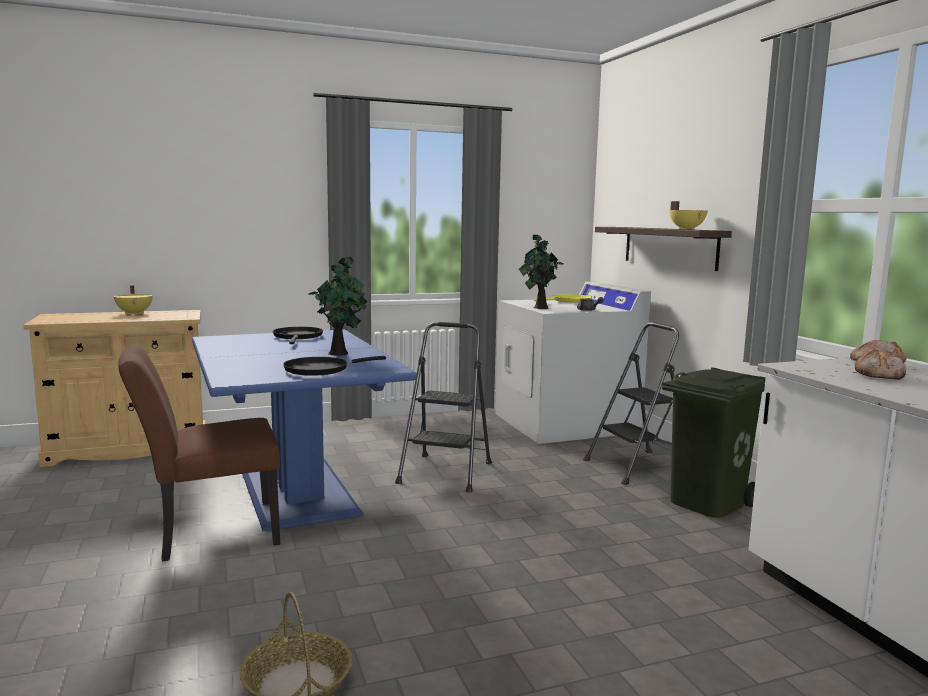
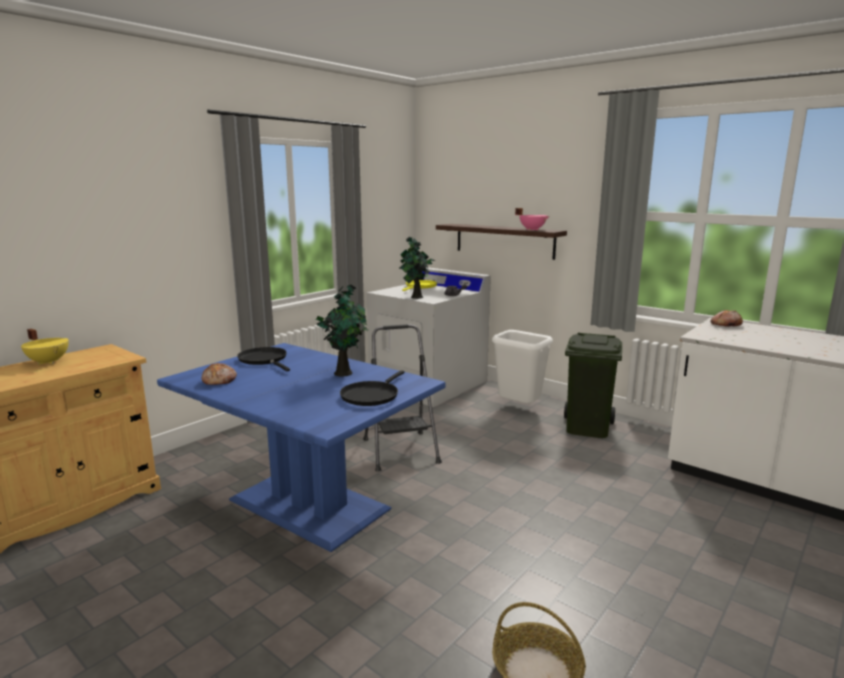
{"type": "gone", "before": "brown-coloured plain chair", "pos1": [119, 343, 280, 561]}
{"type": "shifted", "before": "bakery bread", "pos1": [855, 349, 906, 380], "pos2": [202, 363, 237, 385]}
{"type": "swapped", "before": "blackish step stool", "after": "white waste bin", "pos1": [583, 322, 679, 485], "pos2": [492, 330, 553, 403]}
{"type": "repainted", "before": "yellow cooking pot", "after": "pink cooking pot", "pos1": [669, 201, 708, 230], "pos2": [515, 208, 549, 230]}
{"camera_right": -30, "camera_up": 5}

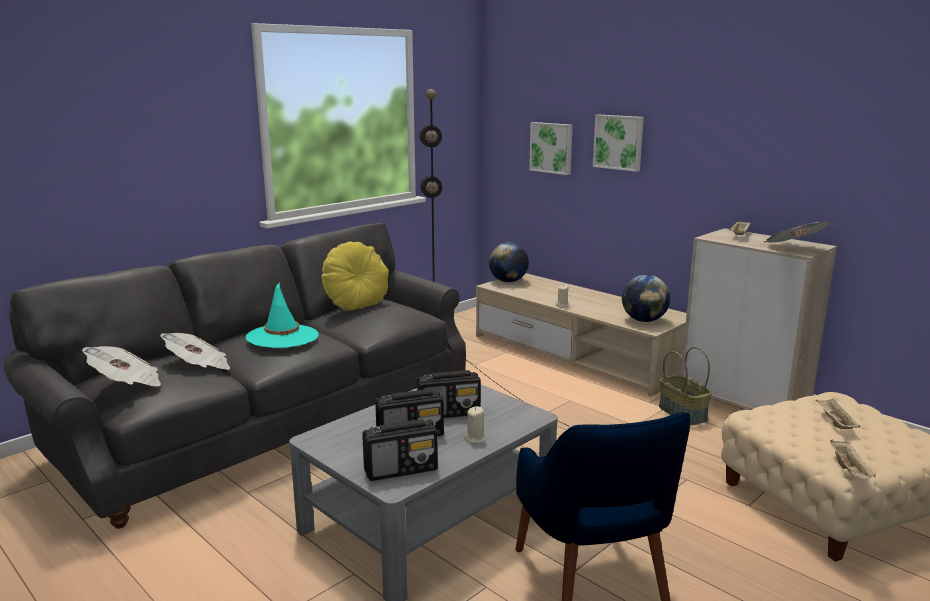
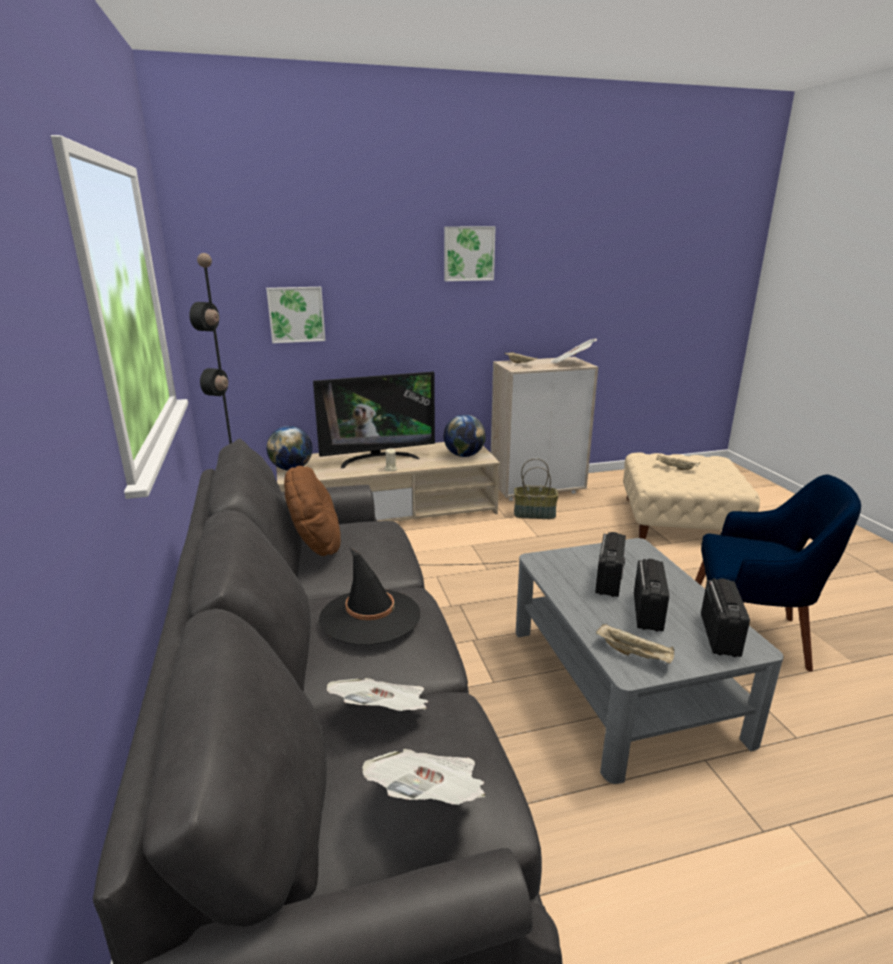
{"type": "gone", "before": "beige wax candle", "pos1": [464, 406, 486, 444]}
{"type": "new", "after": "television", "pos2": [313, 372, 435, 468]}
{"type": "shifted", "before": "picture", "pos1": [593, 115, 644, 172], "pos2": [444, 226, 496, 281]}
{"type": "shifted", "before": "beige serving tray", "pos1": [830, 439, 876, 479], "pos2": [596, 624, 675, 663]}
{"type": "repainted", "before": "turquoise-coloured wearable hat", "after": "blackish wearable hat", "pos1": [246, 282, 319, 348], "pos2": [319, 547, 420, 645]}
{"type": "repainted", "before": "yellow cushion", "after": "brown-coloured cushion", "pos1": [321, 242, 389, 311], "pos2": [284, 466, 341, 556]}
{"camera_right": -60, "camera_up": 5}

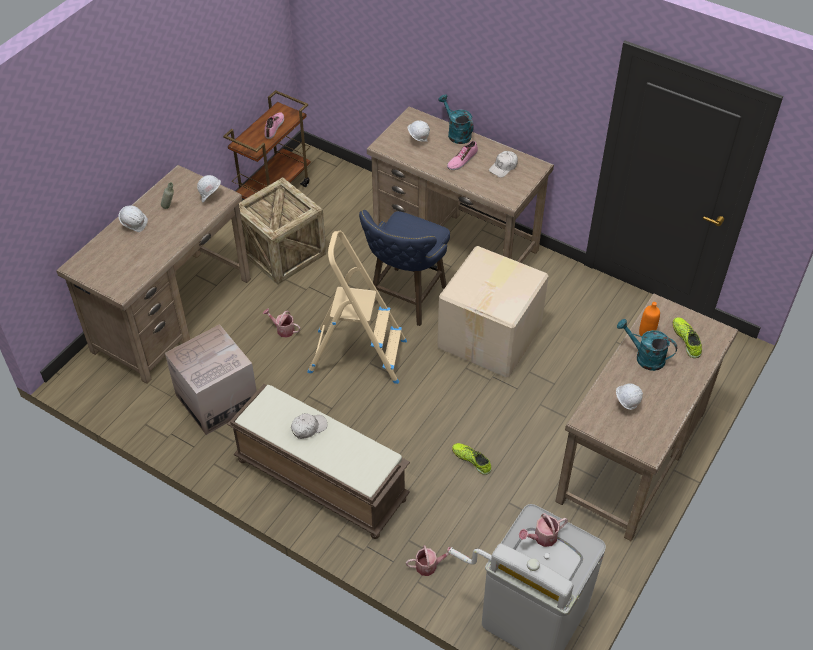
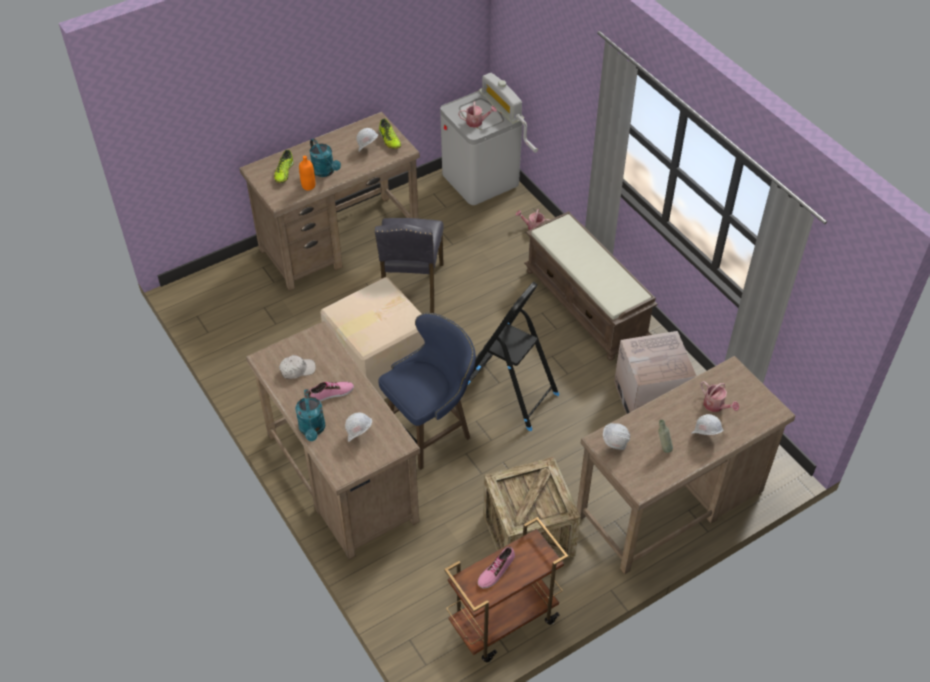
{"type": "gone", "before": "white cap", "pos1": [291, 413, 327, 439]}
{"type": "new", "after": "greyish plain chair", "pos2": [375, 218, 444, 313]}
{"type": "shifted", "before": "sprinkling can", "pos1": [263, 308, 300, 338], "pos2": [701, 381, 739, 412]}
{"type": "shifted", "before": "shoe", "pos1": [452, 443, 492, 475], "pos2": [379, 118, 401, 149]}
{"type": "repainted", "before": "beige step stool", "after": "blackish step stool", "pos1": [307, 231, 407, 384], "pos2": [468, 282, 559, 431]}
{"camera_right": -155, "camera_up": 0}

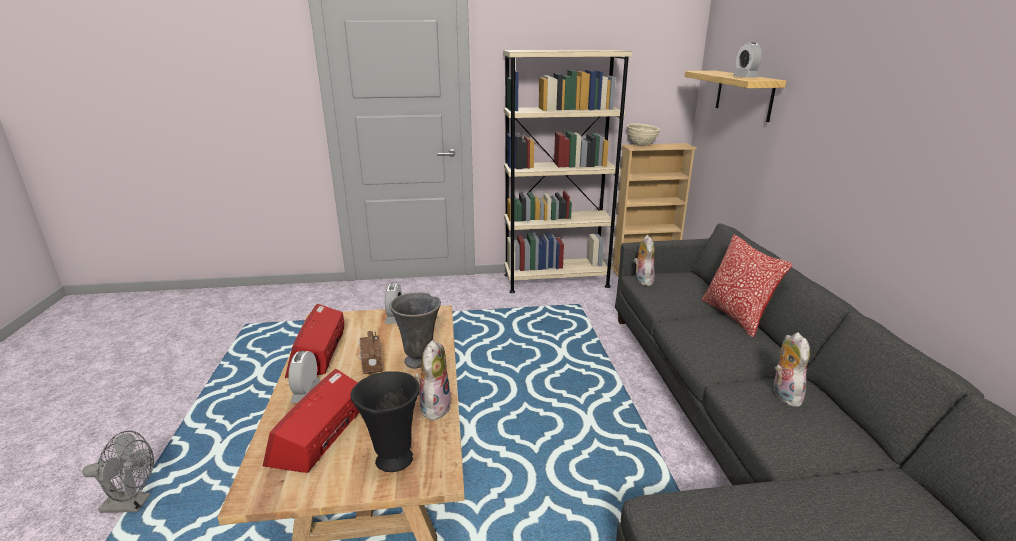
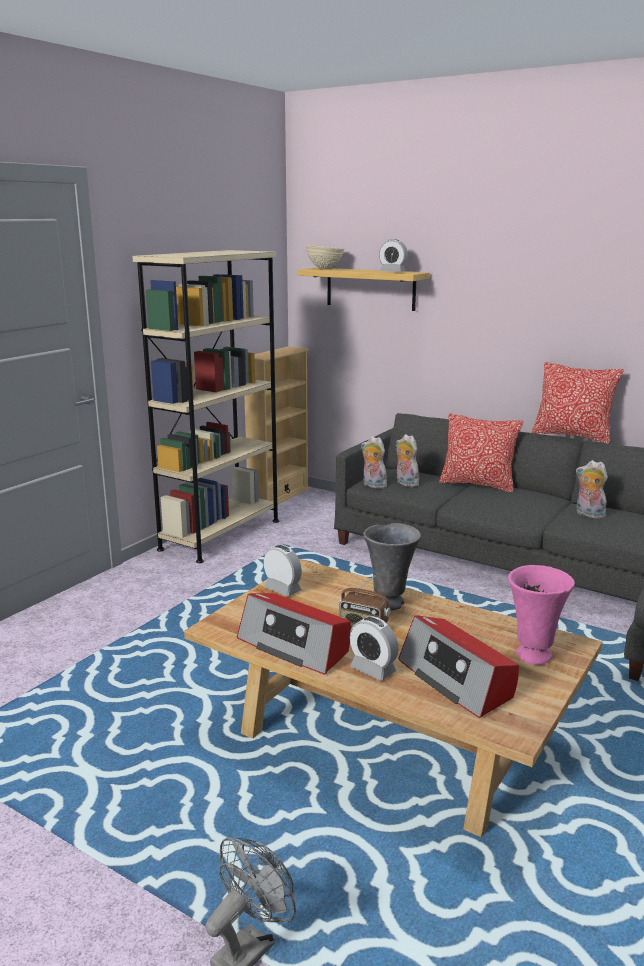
{"type": "new", "after": "cushion", "pos2": [532, 362, 624, 444]}
{"type": "shifted", "before": "plush toy", "pos1": [415, 340, 451, 420], "pos2": [395, 434, 420, 487]}
{"type": "shifted", "before": "beige bowl", "pos1": [627, 123, 660, 146], "pos2": [306, 245, 344, 269]}
{"type": "repainted", "before": "blackish flower vase", "after": "pink flower vase", "pos1": [351, 371, 420, 472], "pos2": [508, 565, 575, 665]}
{"camera_right": -50, "camera_up": -5}

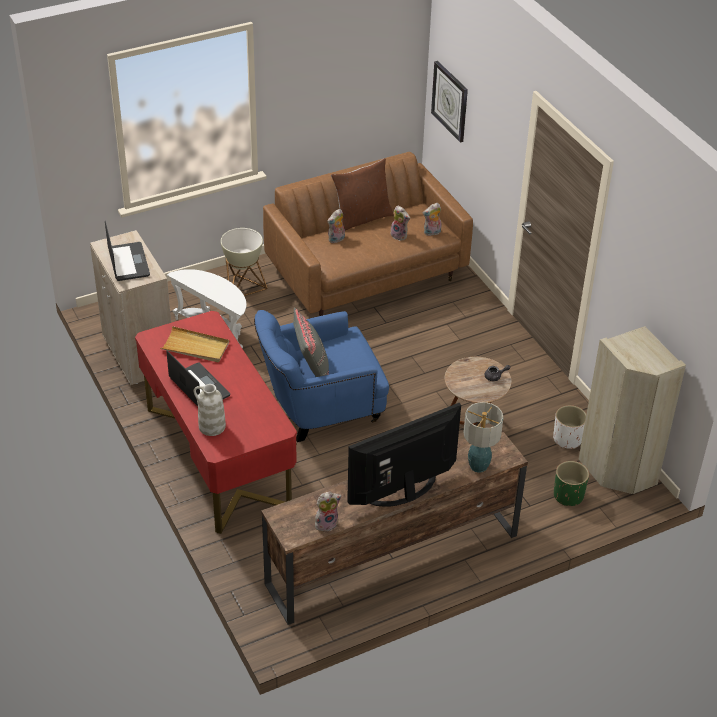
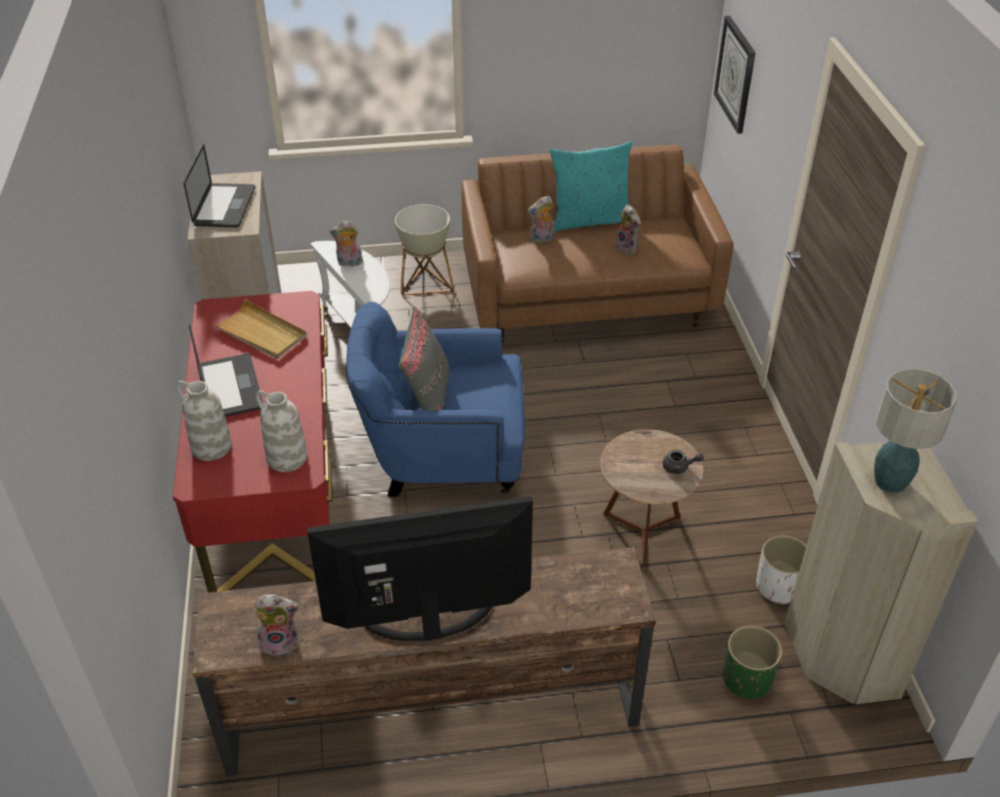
{"type": "new", "after": "white flower vase", "pos2": [256, 390, 307, 472]}
{"type": "shifted", "before": "plush toy", "pos1": [423, 203, 442, 236], "pos2": [329, 220, 363, 266]}
{"type": "shifted", "before": "tabletop lamp", "pos1": [463, 402, 503, 473], "pos2": [874, 368, 957, 493]}
{"type": "repainted", "before": "brown-coloured cushion", "after": "turquoise-coloured cushion", "pos1": [331, 158, 394, 230], "pos2": [549, 141, 632, 232]}
{"camera_right": 20, "camera_up": 0}

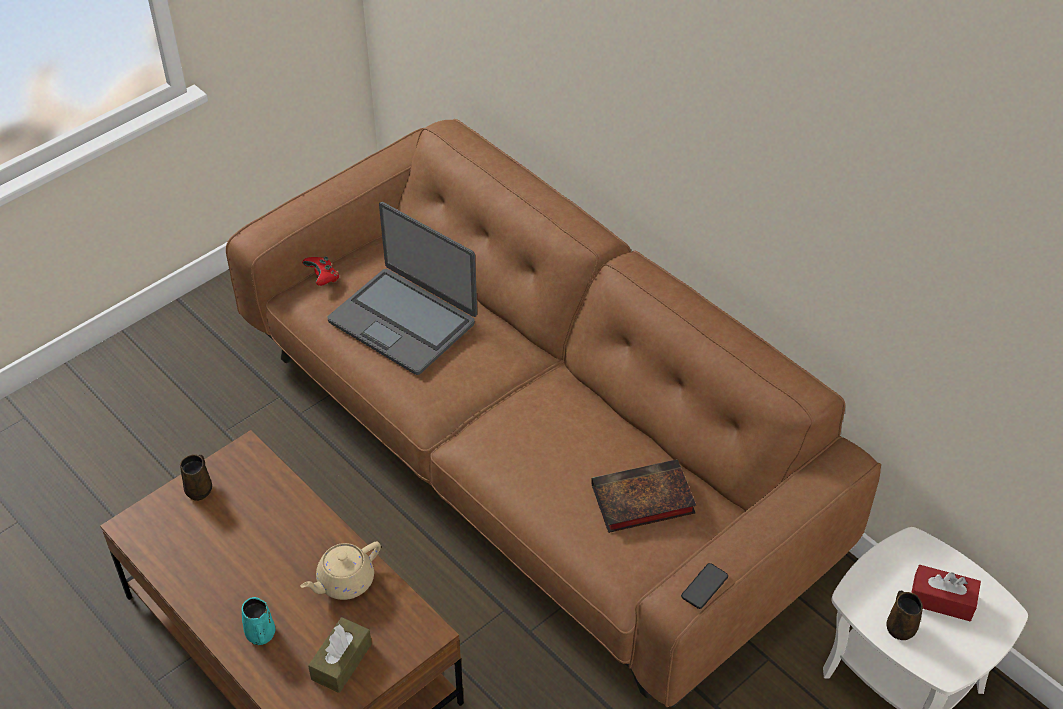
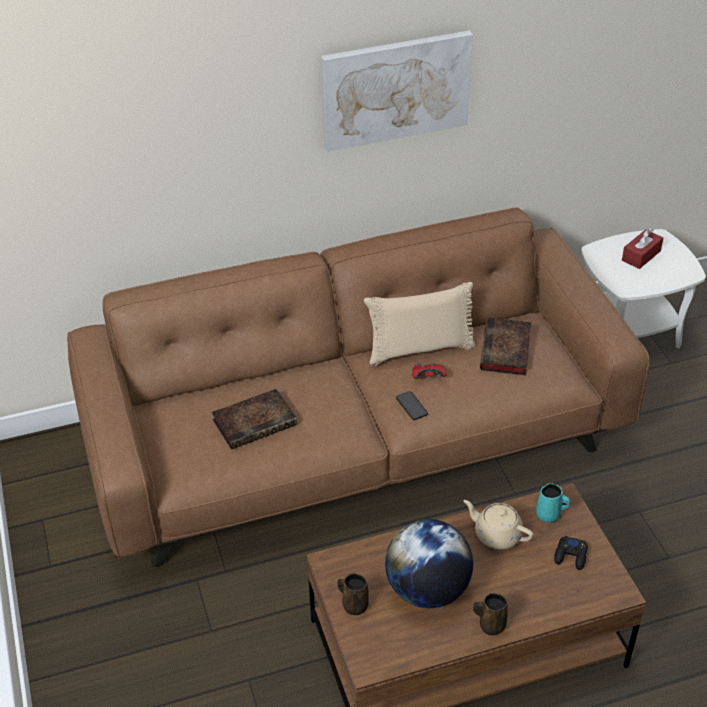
{"type": "new", "after": "picture", "pos2": [321, 31, 473, 152]}
{"type": "new", "after": "beige cushion", "pos2": [364, 282, 475, 366]}
{"type": "new", "after": "world globe", "pos2": [385, 519, 473, 608]}
{"type": "shifted", "before": "turquoise-coloured coffee mug", "pos1": [241, 597, 275, 645], "pos2": [536, 483, 570, 523]}
{"type": "shifted", "before": "red gamepad", "pos1": [302, 256, 339, 286], "pos2": [412, 363, 447, 379]}
{"type": "shifted", "before": "phone", "pos1": [681, 563, 728, 609], "pos2": [396, 391, 428, 420]}
{"type": "shifted", "before": "brown-coloured coffee mug", "pos1": [886, 591, 923, 640], "pos2": [473, 593, 508, 635]}
{"type": "swapped", "before": "brown-coloured tissue box", "after": "blackish gamepad", "pos1": [308, 617, 372, 693], "pos2": [554, 536, 588, 570]}
{"type": "swapped", "before": "laptop", "after": "book", "pos1": [328, 202, 477, 375], "pos2": [212, 389, 297, 449]}
{"type": "rotated", "before": "beige pot for tea", "pos1": [300, 542, 381, 600], "pos2": [463, 500, 533, 549], "turn": 135}
{"camera_right": -65, "camera_up": -5}

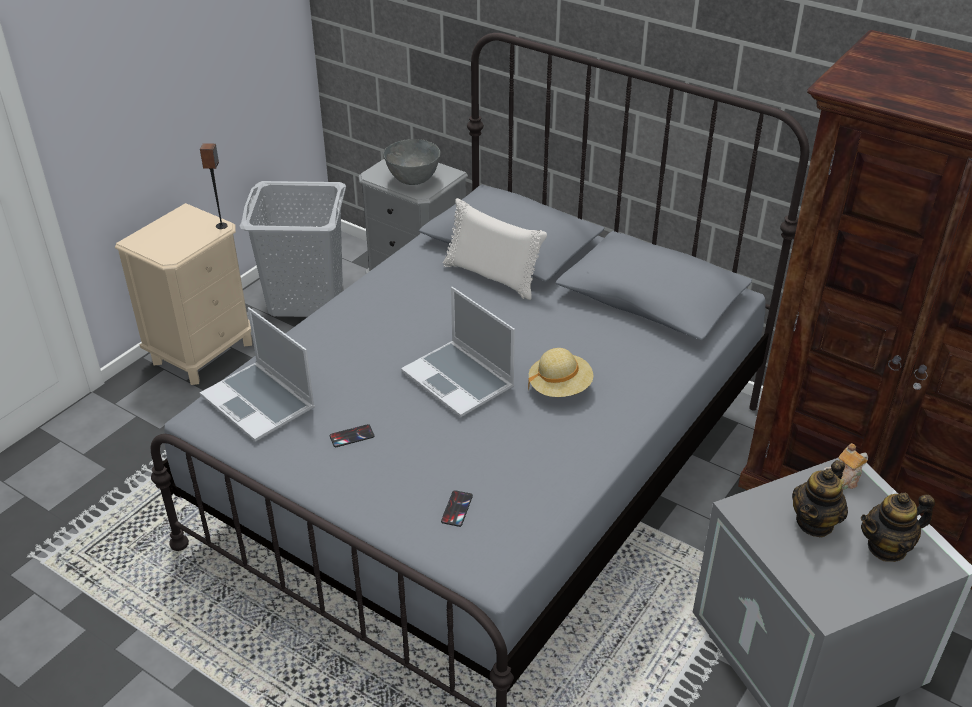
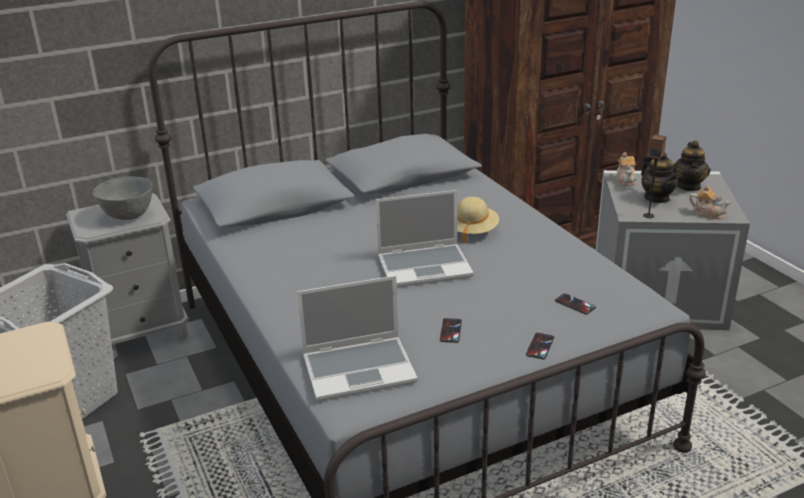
{"type": "gone", "before": "white cushion", "pos1": [443, 198, 547, 300]}
{"type": "new", "after": "phone", "pos2": [526, 333, 554, 359]}
{"type": "new", "after": "pot for tea", "pos2": [689, 185, 731, 219]}
{"type": "shifted", "before": "speaker", "pos1": [200, 143, 228, 229], "pos2": [643, 134, 666, 218]}
{"camera_right": -60, "camera_up": -10}

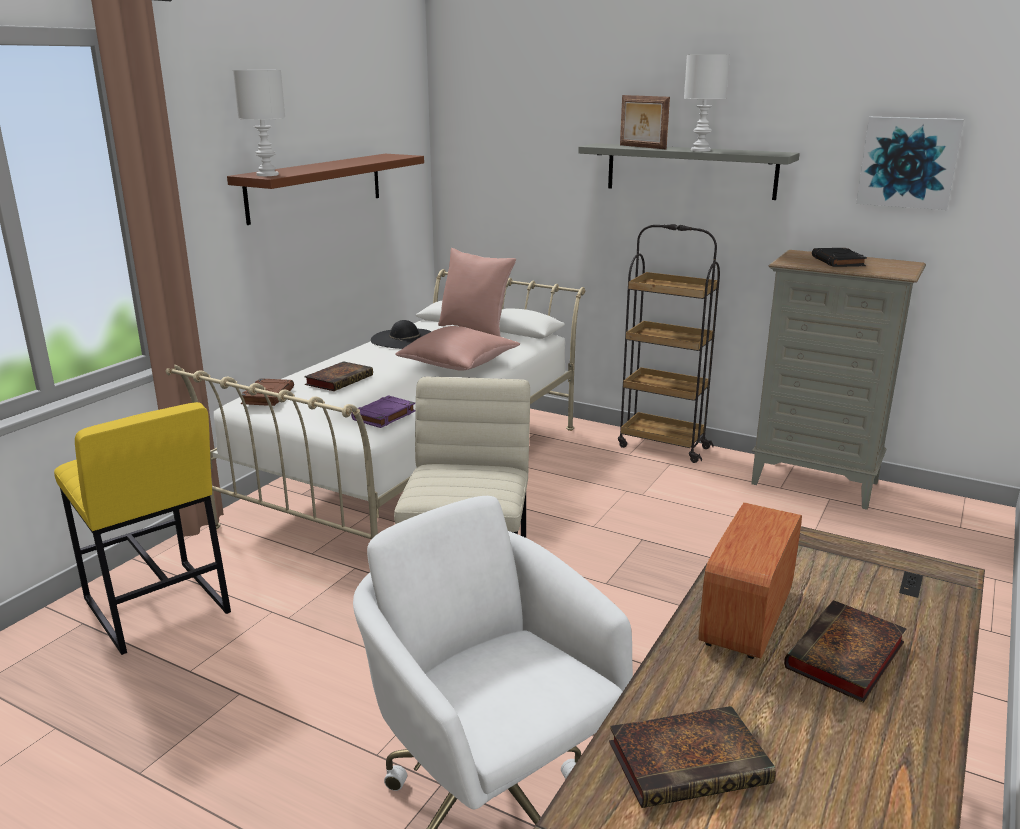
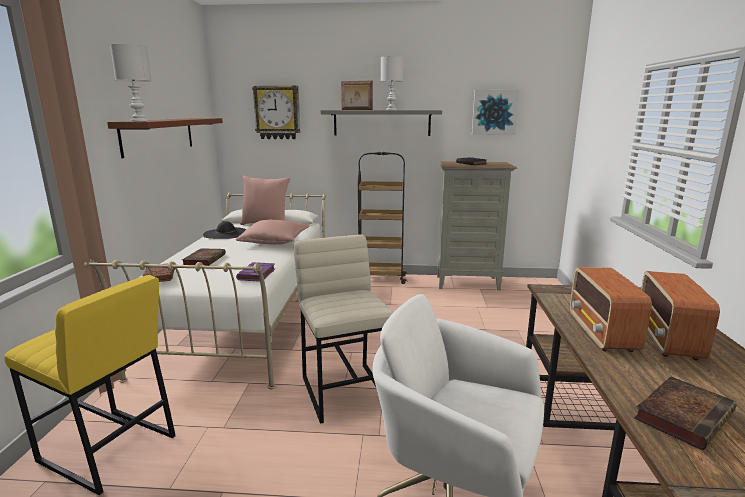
{"type": "new", "after": "wall clock", "pos2": [252, 85, 300, 139]}
{"type": "swapped", "before": "book", "after": "radio receiver", "pos1": [784, 600, 907, 703], "pos2": [641, 271, 720, 361]}
{"camera_right": -25, "camera_up": -5}

